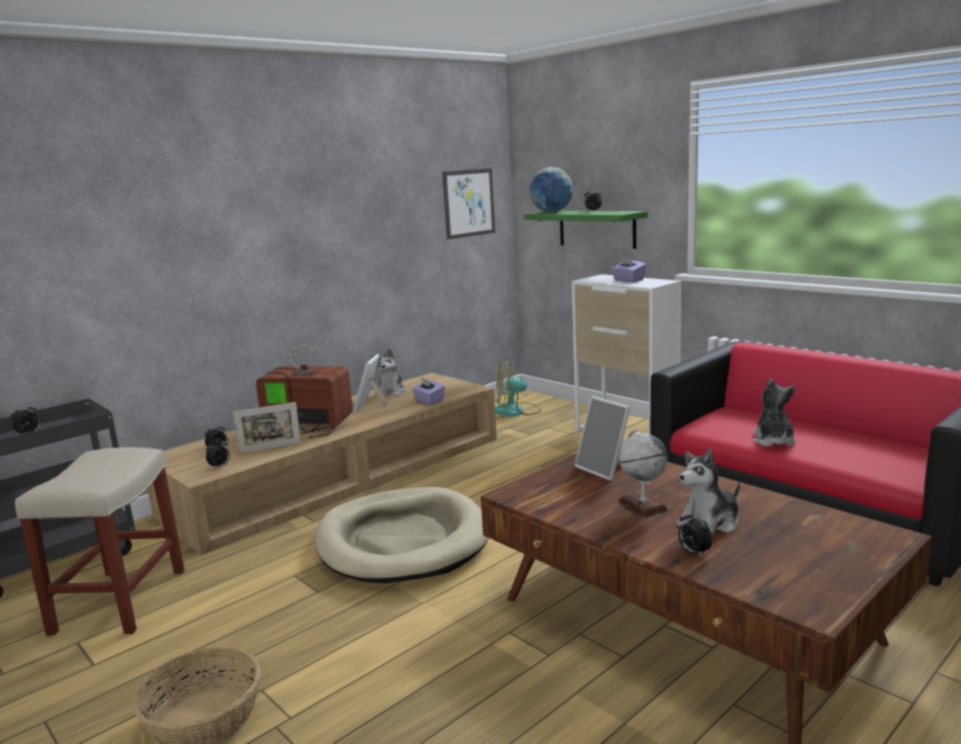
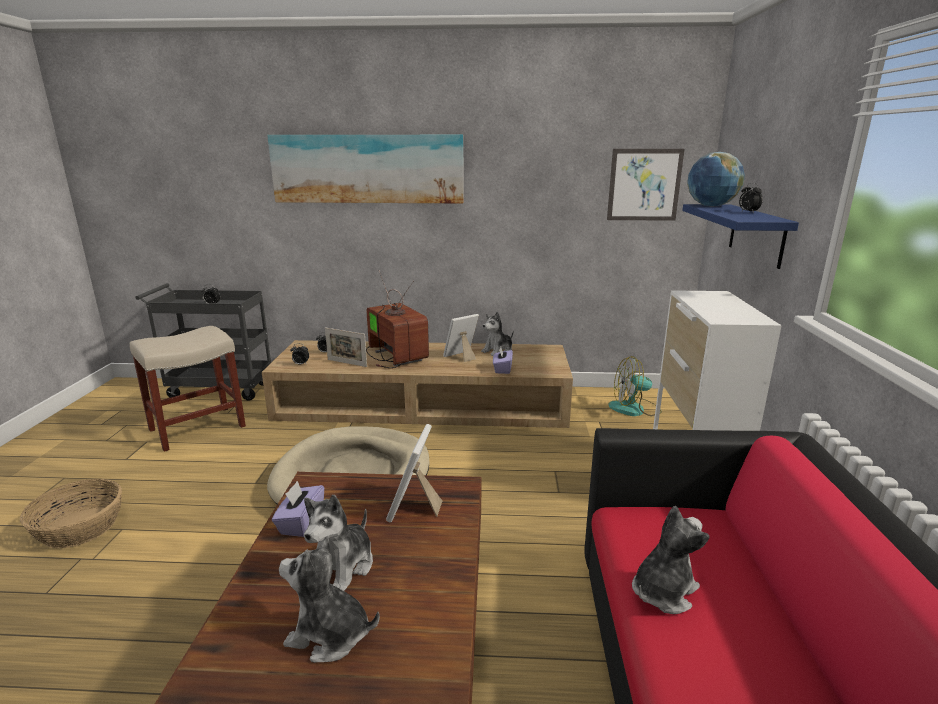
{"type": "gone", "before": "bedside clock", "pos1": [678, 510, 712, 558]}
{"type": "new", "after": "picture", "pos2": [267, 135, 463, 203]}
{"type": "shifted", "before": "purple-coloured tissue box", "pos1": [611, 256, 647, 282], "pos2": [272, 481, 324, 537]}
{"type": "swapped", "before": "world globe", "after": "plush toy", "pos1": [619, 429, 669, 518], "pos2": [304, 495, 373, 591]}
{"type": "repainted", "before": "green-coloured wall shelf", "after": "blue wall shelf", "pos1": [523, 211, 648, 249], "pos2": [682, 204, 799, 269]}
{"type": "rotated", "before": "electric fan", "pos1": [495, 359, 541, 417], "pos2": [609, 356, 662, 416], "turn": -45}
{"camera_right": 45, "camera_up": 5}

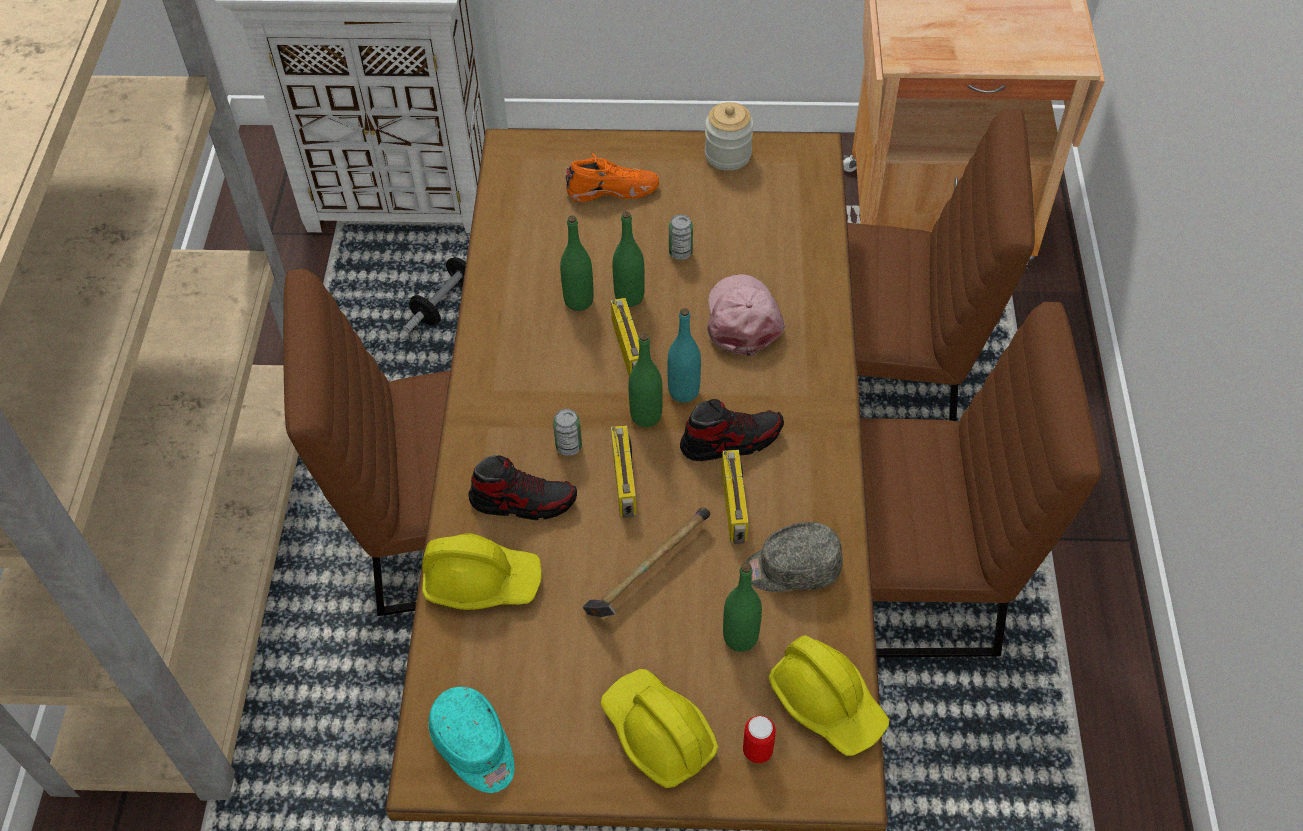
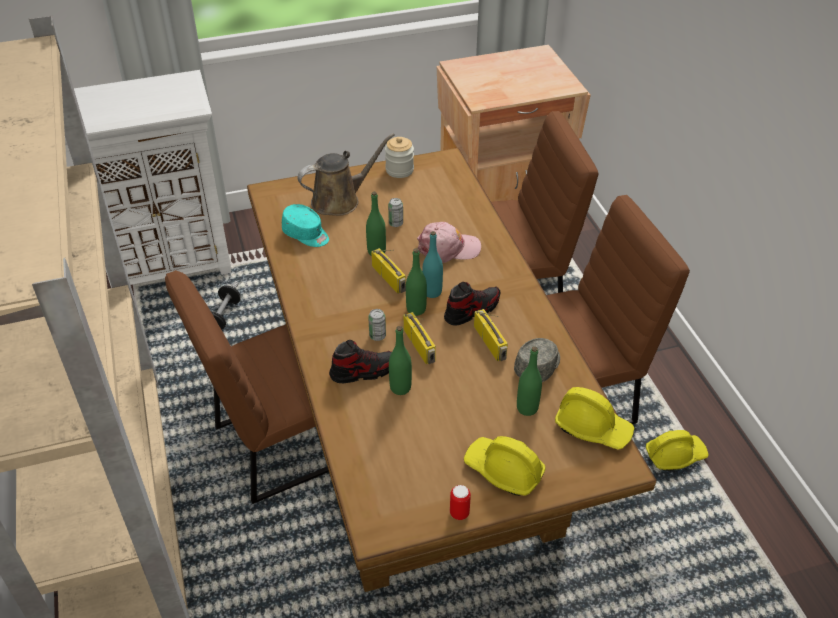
{"type": "gone", "before": "tool hammer", "pos1": [583, 508, 710, 617]}
{"type": "shifted", "before": "yellow safety helmet", "pos1": [422, 533, 542, 610], "pos2": [646, 430, 709, 471]}
{"type": "shifted", "before": "turquoise-coloured cap", "pos1": [429, 687, 515, 793], "pos2": [282, 204, 329, 247]}
{"type": "shifted", "before": "green-coloured bottle", "pos1": [560, 215, 594, 311], "pos2": [389, 326, 412, 395]}
{"type": "shifted", "before": "metal can", "pos1": [743, 716, 776, 763], "pos2": [450, 485, 471, 520]}
{"type": "swapped", "before": "orangey shoe", "after": "brown-coloured sprinkling can", "pos1": [566, 153, 659, 202], "pos2": [298, 133, 395, 216]}
{"type": "rotated", "before": "pink cap", "pos1": [707, 274, 785, 357], "pos2": [417, 222, 481, 263], "turn": 105}
{"type": "rotated", "before": "greyish cap", "pos1": [745, 522, 843, 592], "pos2": [514, 338, 560, 382], "turn": 150}
{"camera_right": -20, "camera_up": -10}

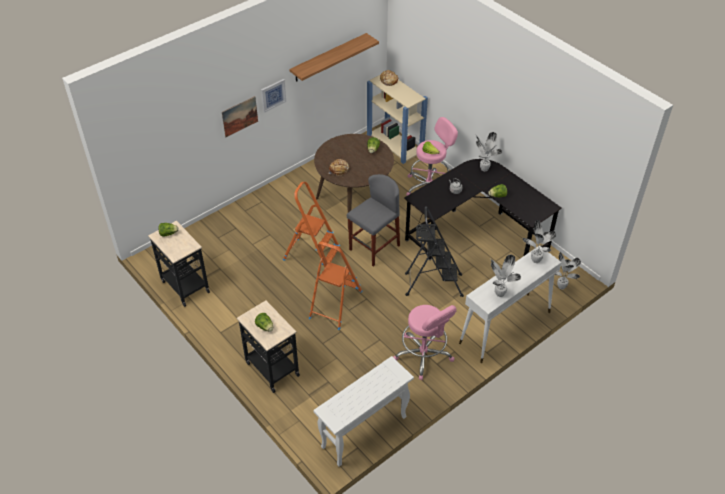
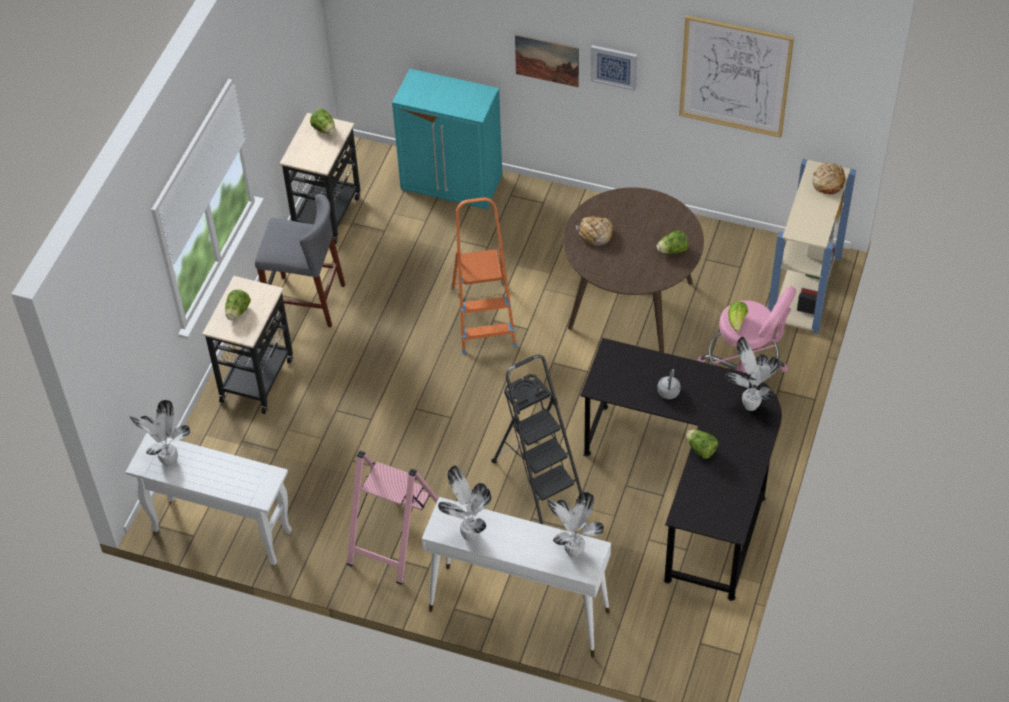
{"type": "gone", "before": "orangey step stool", "pos1": [309, 242, 362, 330]}
{"type": "new", "after": "turquoise-coloured storage cabinet", "pos2": [392, 69, 502, 209]}
{"type": "shifted", "before": "greyish sitting stool", "pos1": [347, 174, 400, 267], "pos2": [255, 194, 345, 327]}
{"type": "shifted", "before": "plant in a pot", "pos1": [554, 252, 581, 289], "pos2": [129, 400, 190, 466]}
{"type": "swapped", "before": "wall shelf", "after": "picture", "pos1": [290, 33, 379, 82], "pos2": [679, 15, 794, 138]}
{"type": "swapped", "before": "pink sitting stool", "after": "pink step stool", "pos1": [393, 305, 457, 380], "pos2": [346, 451, 438, 585]}
{"camera_right": 60, "camera_up": 5}

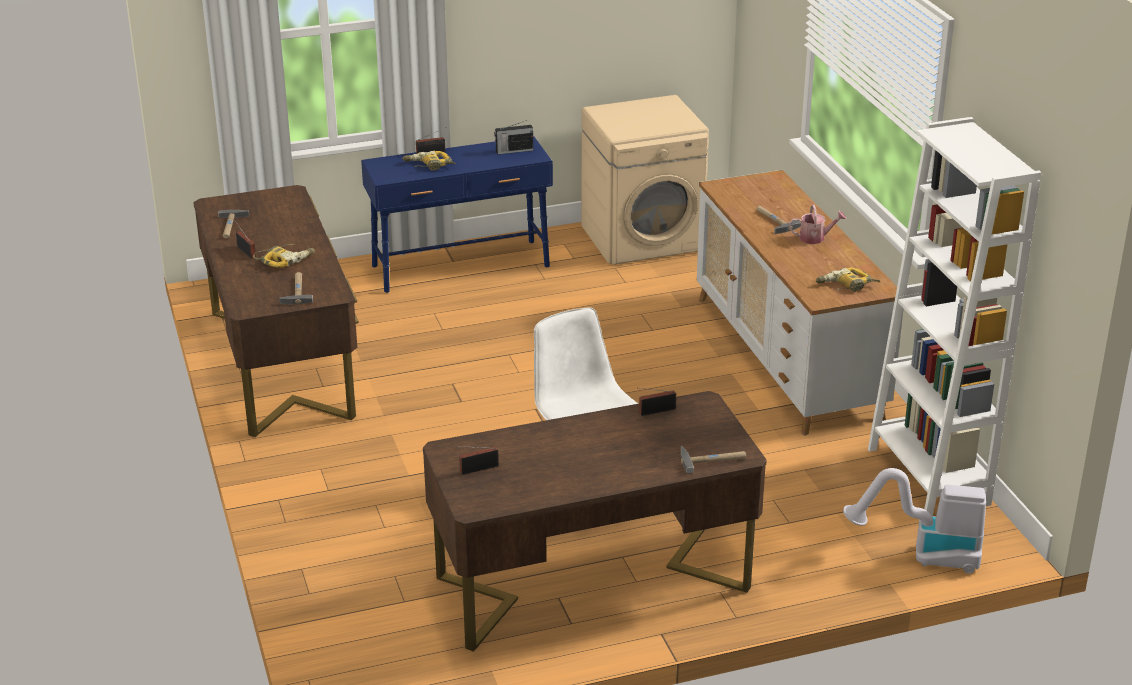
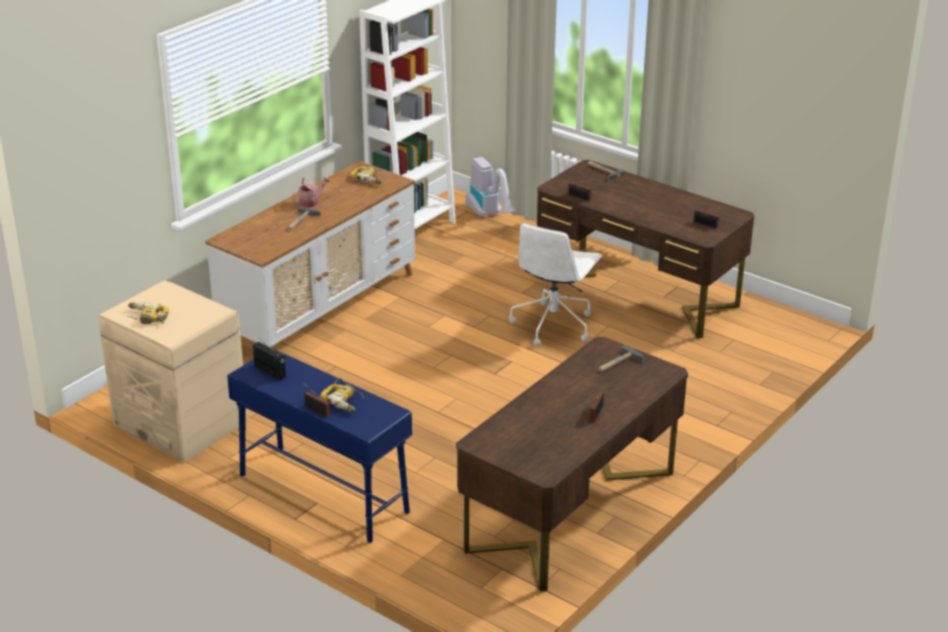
{"type": "gone", "before": "tool hammer", "pos1": [218, 210, 249, 238]}
{"type": "shifted", "before": "drill", "pos1": [253, 244, 315, 268], "pos2": [128, 302, 169, 324]}
{"type": "rotated", "before": "sprinkling can", "pos1": [789, 205, 847, 244], "pos2": [292, 176, 330, 207], "turn": 90}
{"camera_right": -125, "camera_up": 0}

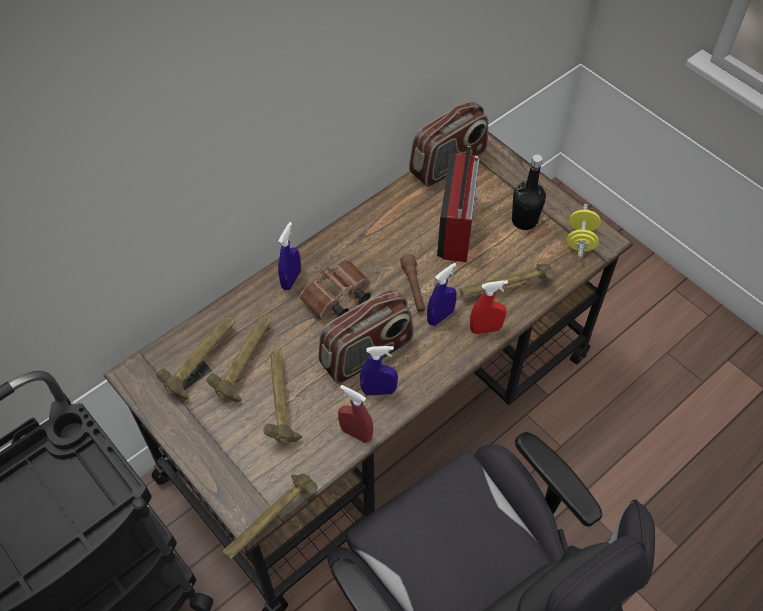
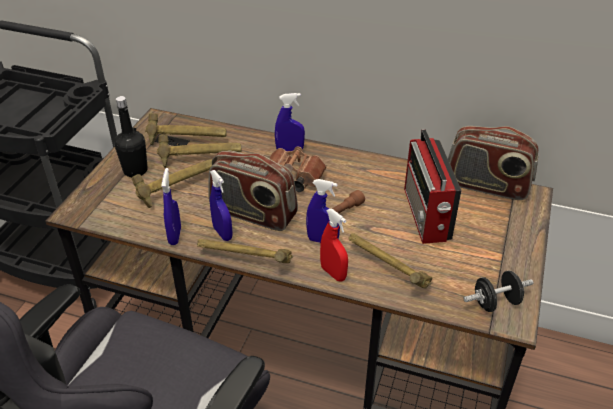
{"type": "shifted", "before": "tool hammer", "pos1": [222, 474, 318, 560], "pos2": [197, 239, 293, 263]}
{"type": "shifted", "before": "blackish bottle", "pos1": [512, 154, 546, 230], "pos2": [114, 96, 148, 177]}
{"type": "repainted", "before": "red spray bottle", "after": "blue spray bottle", "pos1": [338, 385, 373, 443], "pos2": [161, 168, 181, 245]}
{"type": "repainted", "before": "yellow hand weight", "after": "blackish hand weight", "pos1": [567, 204, 601, 258], "pos2": [463, 271, 534, 312]}
{"type": "rotated", "before": "radio receiver", "pos1": [437, 146, 480, 262], "pos2": [404, 129, 462, 244], "turn": 105}
{"camera_right": 60, "camera_up": -15}

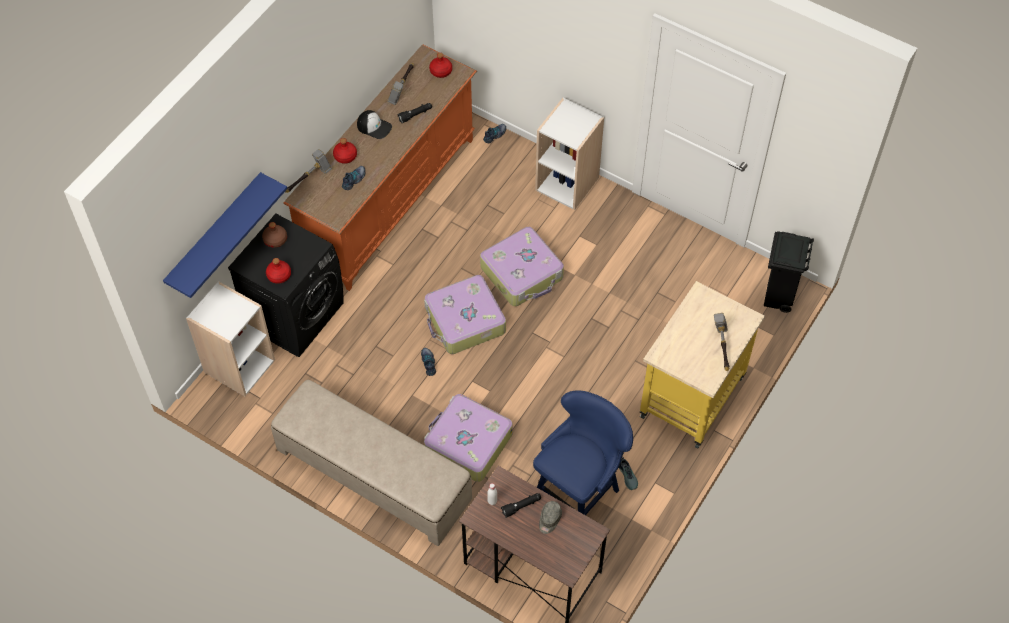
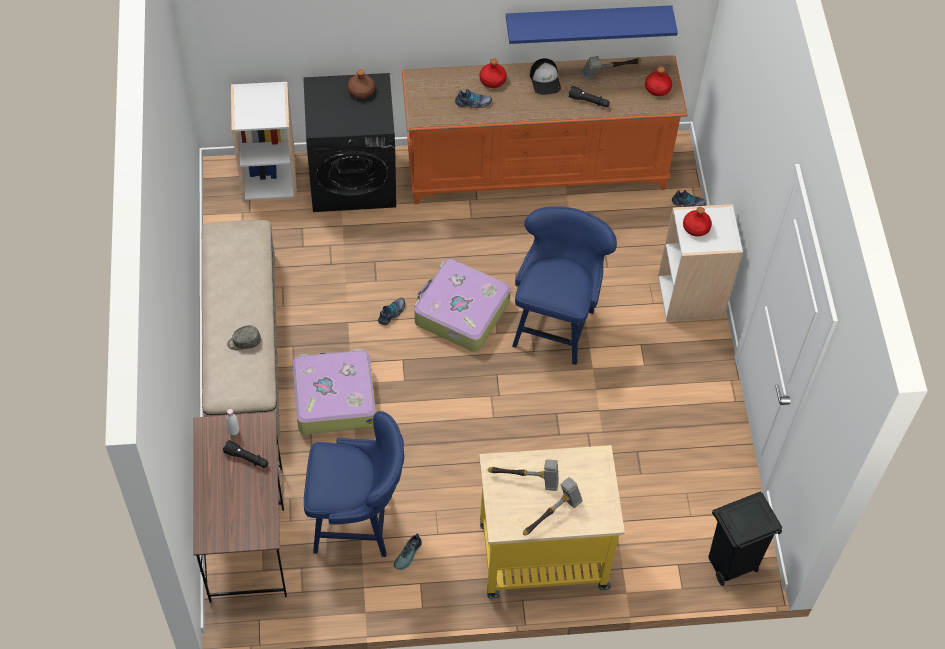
{"type": "shifted", "before": "blue wall shelf", "pos1": [163, 172, 287, 298], "pos2": [506, 5, 678, 44]}
{"type": "shifted", "before": "red bottle", "pos1": [266, 258, 291, 284], "pos2": [683, 207, 712, 237]}
{"type": "shifted", "before": "tool hammer", "pos1": [285, 149, 332, 193], "pos2": [487, 460, 559, 491]}
{"type": "shifted", "before": "greyish cap", "pos1": [539, 501, 562, 534], "pos2": [227, 325, 261, 350]}
{"type": "swapped", "before": "travel case", "after": "blue sitting stool", "pos1": [480, 227, 564, 306], "pos2": [512, 206, 617, 365]}
{"camera_right": 50, "camera_up": 0}

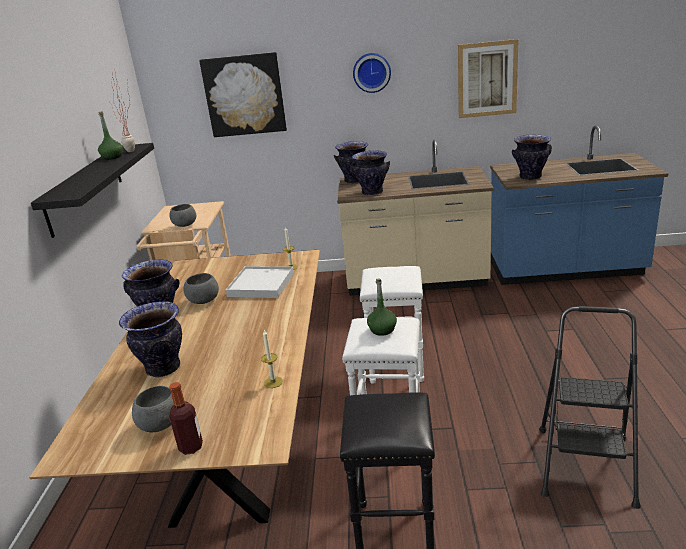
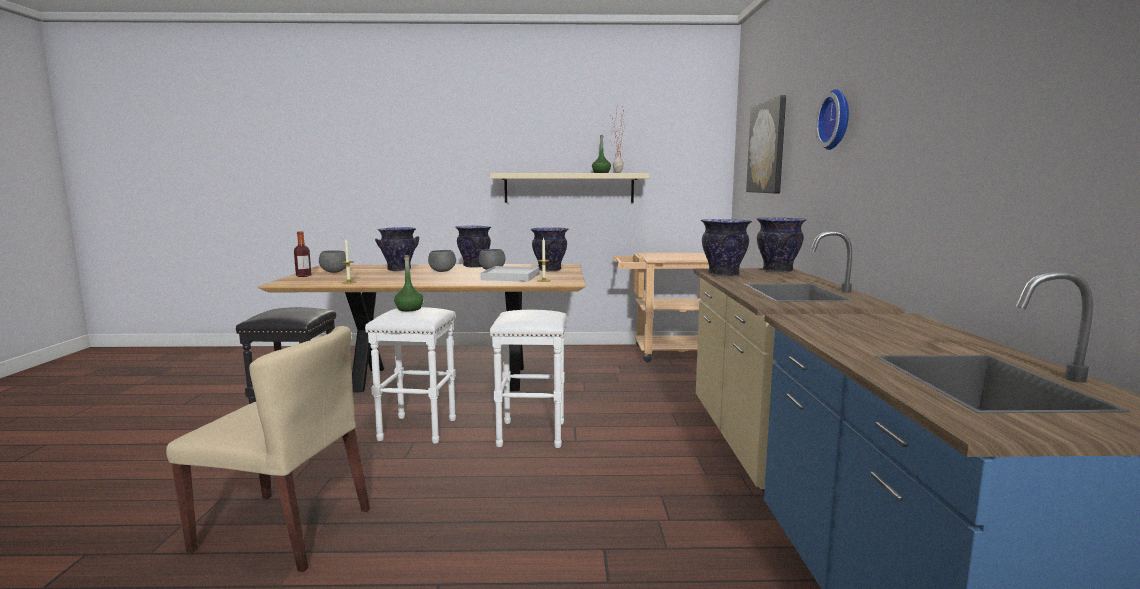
{"type": "gone", "before": "picture", "pos1": [458, 39, 519, 118]}
{"type": "shifted", "before": "greyish bowl", "pos1": [169, 204, 196, 227], "pos2": [428, 250, 456, 272]}
{"type": "shifted", "before": "flower vase", "pos1": [512, 135, 552, 180], "pos2": [531, 227, 568, 272]}
{"type": "swapped", "before": "blackish step stool", "after": "beige plain chair", "pos1": [539, 306, 641, 509], "pos2": [166, 326, 370, 572]}
{"type": "repainted", "before": "blackish wall shelf", "after": "beige wall shelf", "pos1": [31, 143, 154, 238], "pos2": [490, 173, 650, 203]}
{"camera_right": 85, "camera_up": -15}

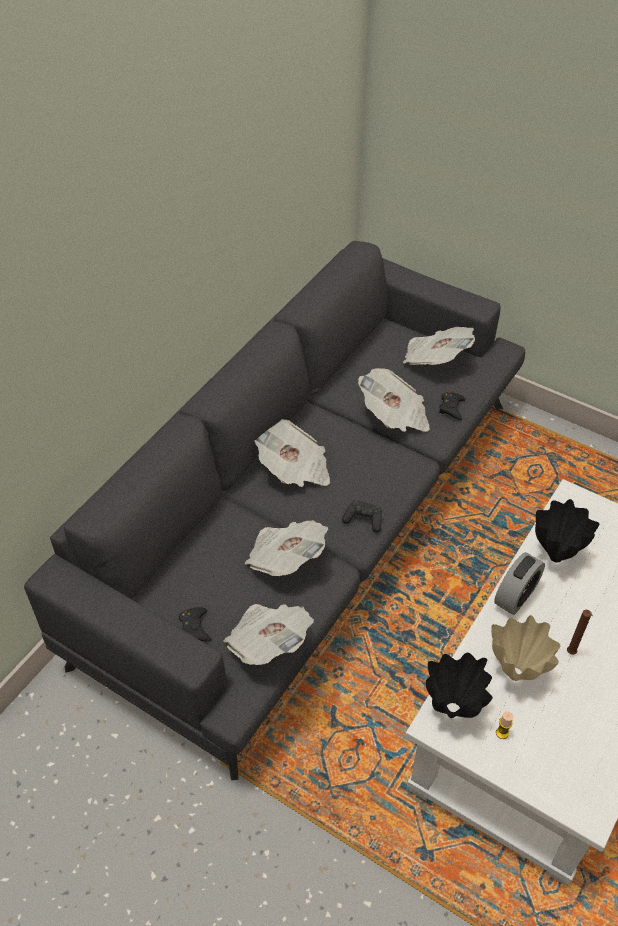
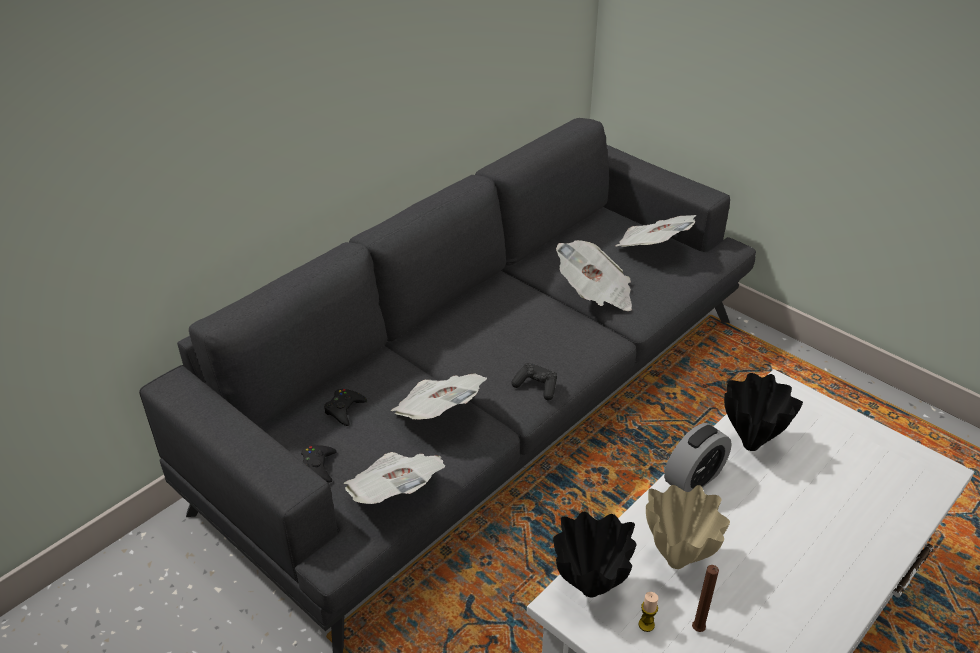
{"type": "gone", "before": "printed paper", "pos1": [255, 419, 330, 487]}
{"type": "shifted", "before": "blackish gamepad", "pos1": [439, 392, 466, 420], "pos2": [324, 389, 367, 426]}
{"type": "shifted", "before": "brown-coloured wax candle", "pos1": [567, 610, 593, 655], "pos2": [692, 565, 719, 632]}
{"camera_right": 10, "camera_up": -10}

